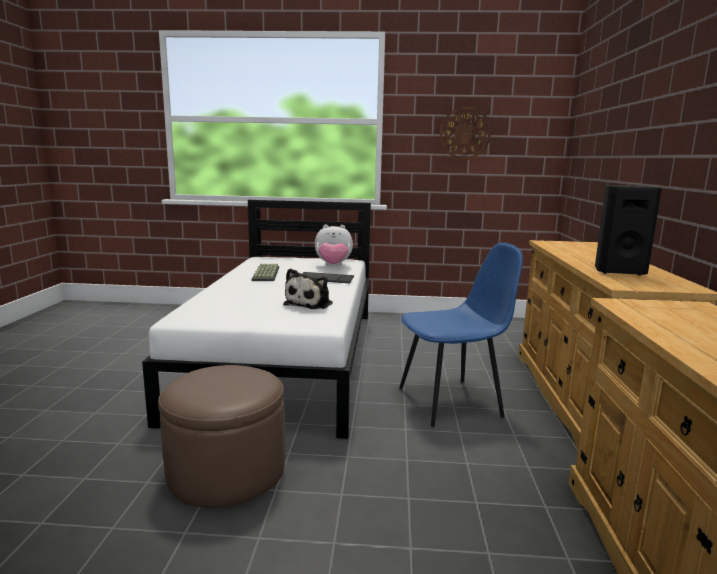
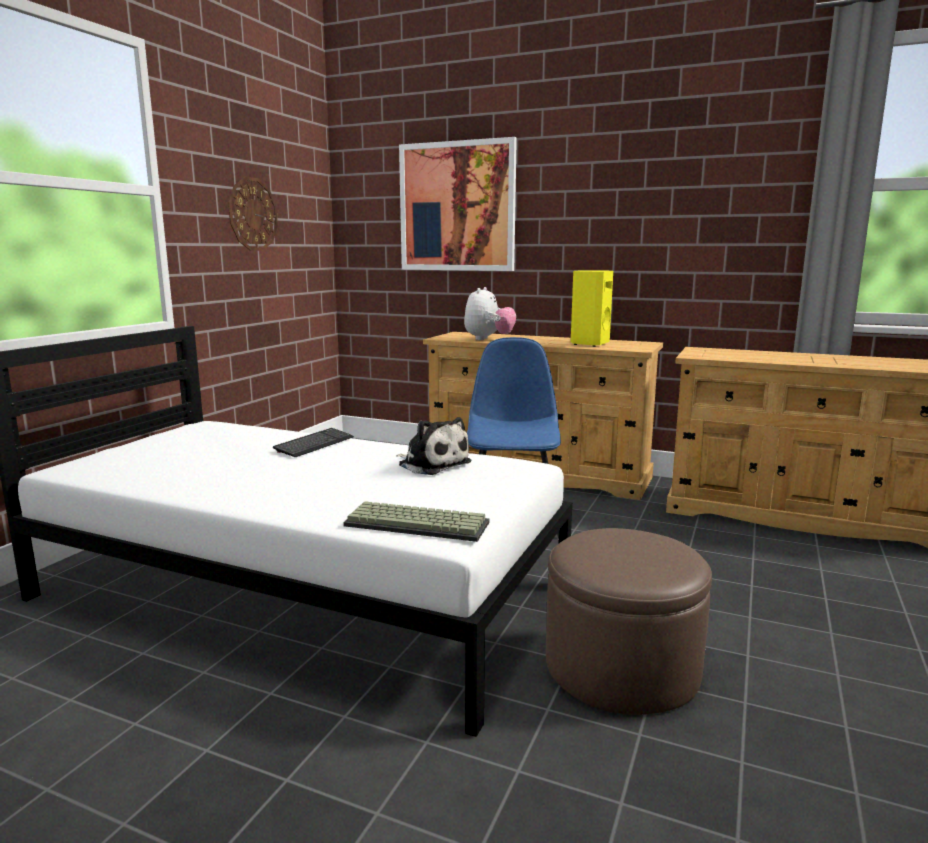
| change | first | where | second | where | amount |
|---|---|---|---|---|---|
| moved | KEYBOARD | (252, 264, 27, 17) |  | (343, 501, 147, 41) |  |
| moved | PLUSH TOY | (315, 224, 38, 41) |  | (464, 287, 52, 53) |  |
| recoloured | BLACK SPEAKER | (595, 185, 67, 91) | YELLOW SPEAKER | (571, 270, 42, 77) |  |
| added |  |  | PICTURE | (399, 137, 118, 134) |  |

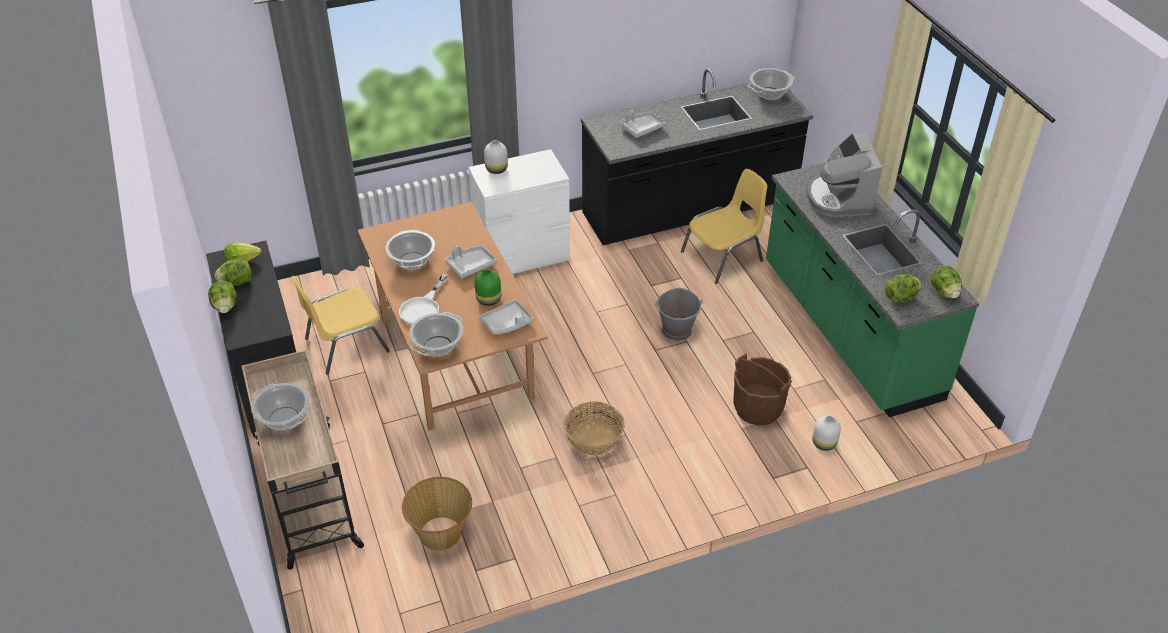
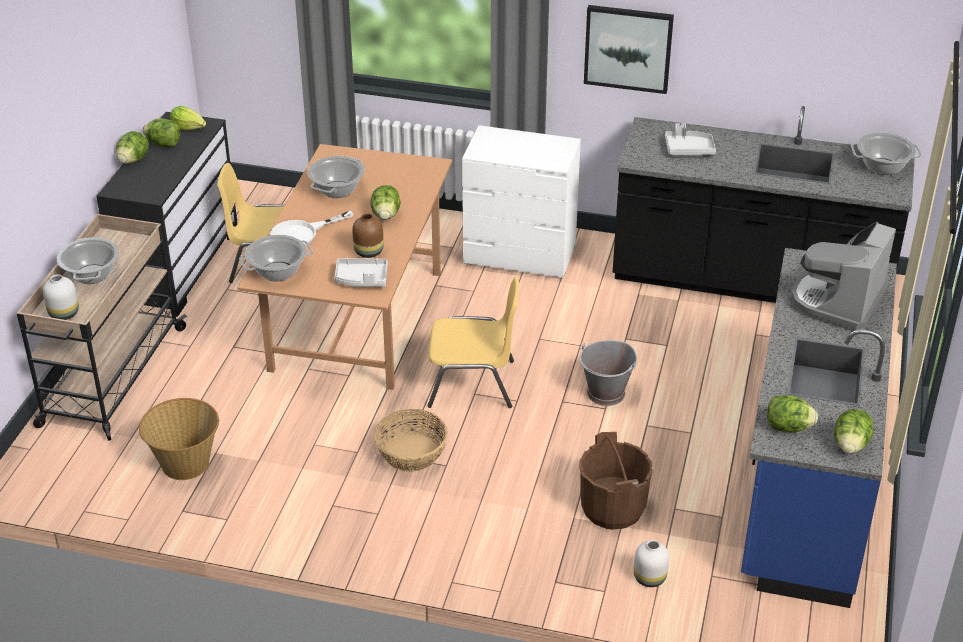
| change | first | where | second | where | amount |
|---|---|---|---|---|---|
| replaced | GREY TRAY | (445, 246, 51, 32) | LETTUCE | (371, 185, 30, 35) |  |
| recoloured | GREEN VASE | (475, 269, 26, 37) | BROWN VASE | (352, 213, 32, 45) |  |
| moved | WHITE VASE | (484, 140, 24, 34) |  | (43, 274, 36, 46) |  |
| moved | YELLOW CHAIR | (681, 169, 86, 115) |  | (427, 277, 92, 131) |  |
| recoloured | GREEN COUNTER | (766, 162, 214, 255) | BLUE COUNTER | (741, 248, 156, 360) |  |
| added |  |  | PICTURE | (584, 5, 90, 89) |  |

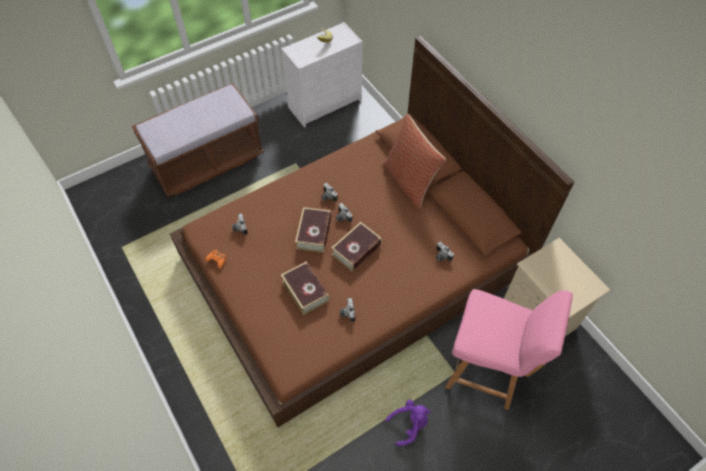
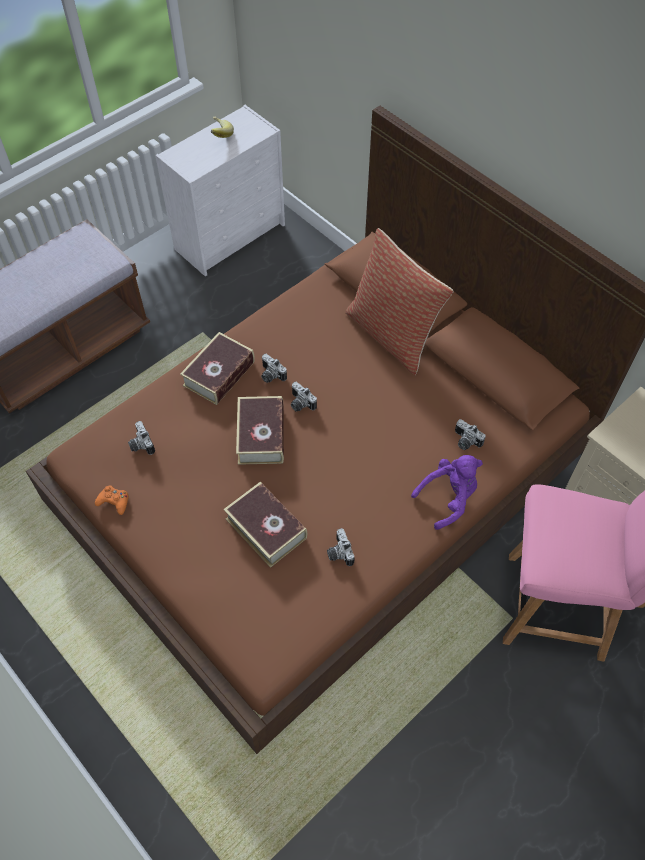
| change | first | where | second | where | amount |
|---|---|---|---|---|---|
| moved | BOOK | (332, 222, 50, 50) |  | (180, 332, 75, 73) |  |
| moved | PURPLE PLUSH TOY | (386, 399, 45, 47) |  | (411, 455, 72, 75) |  |

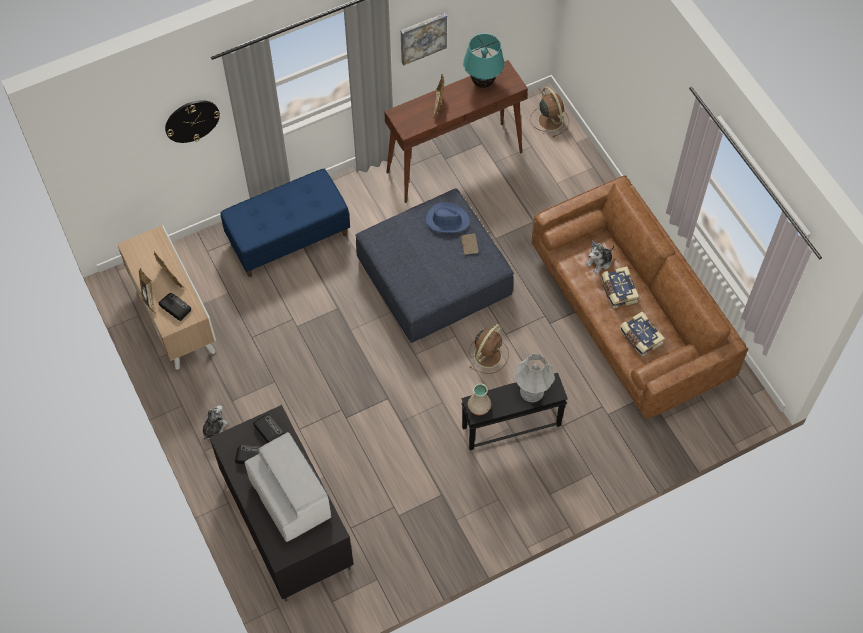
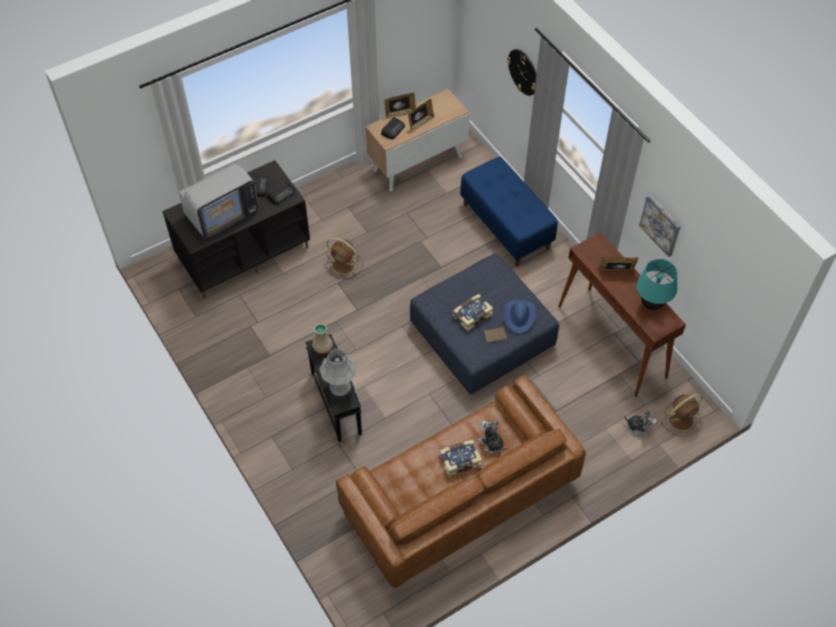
| change | first | where | second | where | amount |
|---|---|---|---|---|---|
| moved | PLUSH TOY | (203, 405, 25, 35) |  | (624, 411, 33, 26) |  |
| moved | BROWN FAN | (469, 324, 40, 50) |  | (326, 238, 37, 42) |  |
| moved | BOOK | (620, 311, 45, 46) |  | (452, 294, 41, 38) |  |

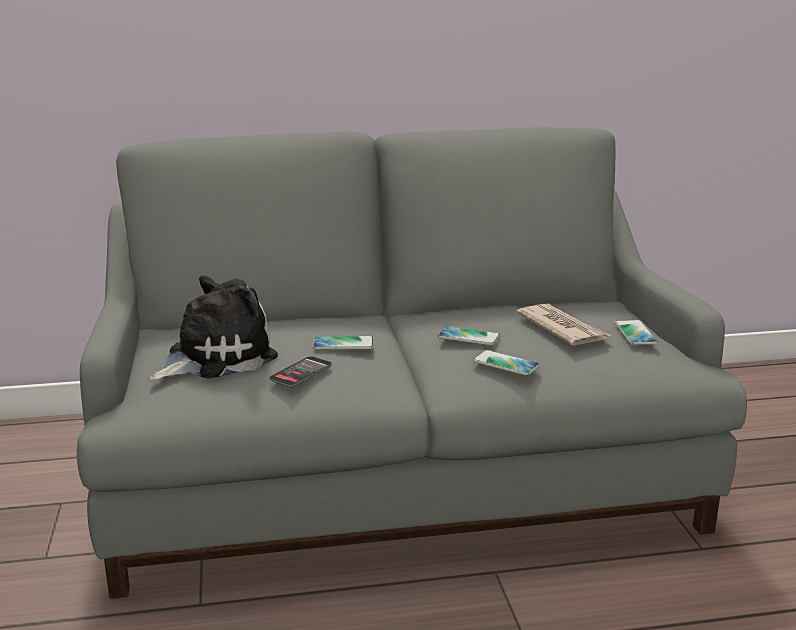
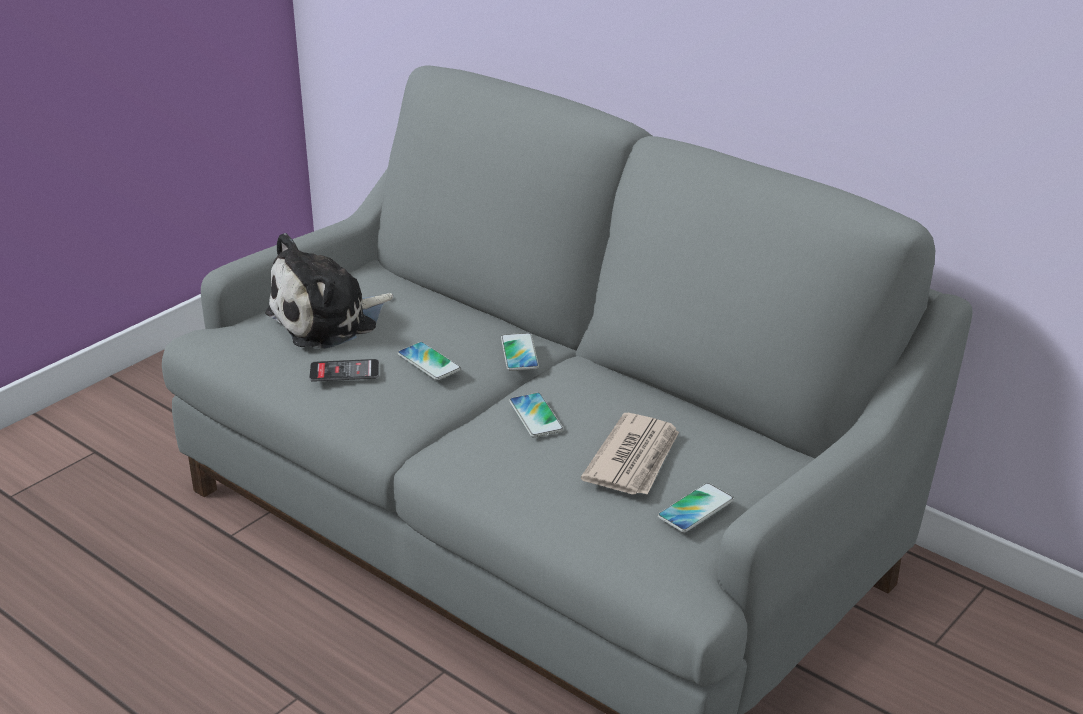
| change | first | where | second | where | amount |
|---|---|---|---|---|---|
| turned | PLUSH TOY | (150, 275, 128, 106) |  | (265, 233, 128, 116) | 135 degrees clockwise |
| moved | PHONE | (473, 350, 67, 26) |  | (501, 333, 38, 38) |  |

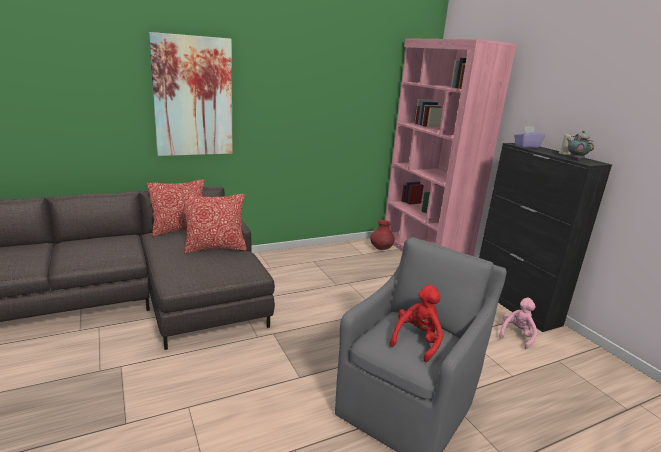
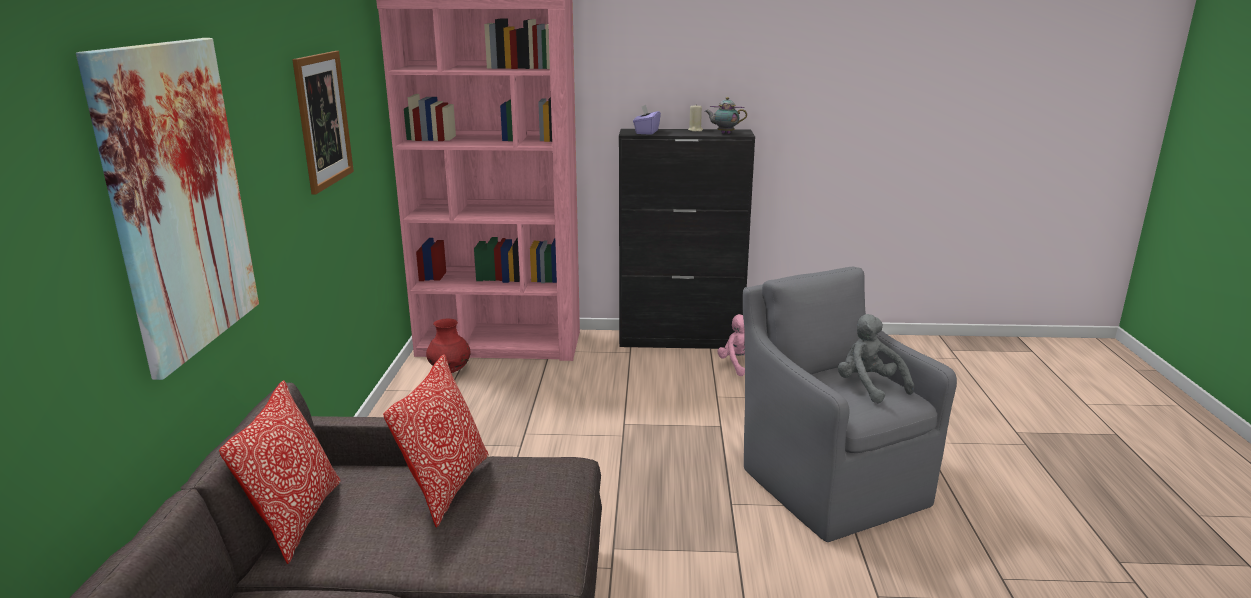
| change | first | where | second | where | amount |
|---|---|---|---|---|---|
| recoloured | RED PLUSH TOY | (389, 285, 54, 77) | GREY PLUSH TOY | (838, 314, 76, 89) |  |
| added |  |  | PICTURE | (292, 51, 62, 144) |  |

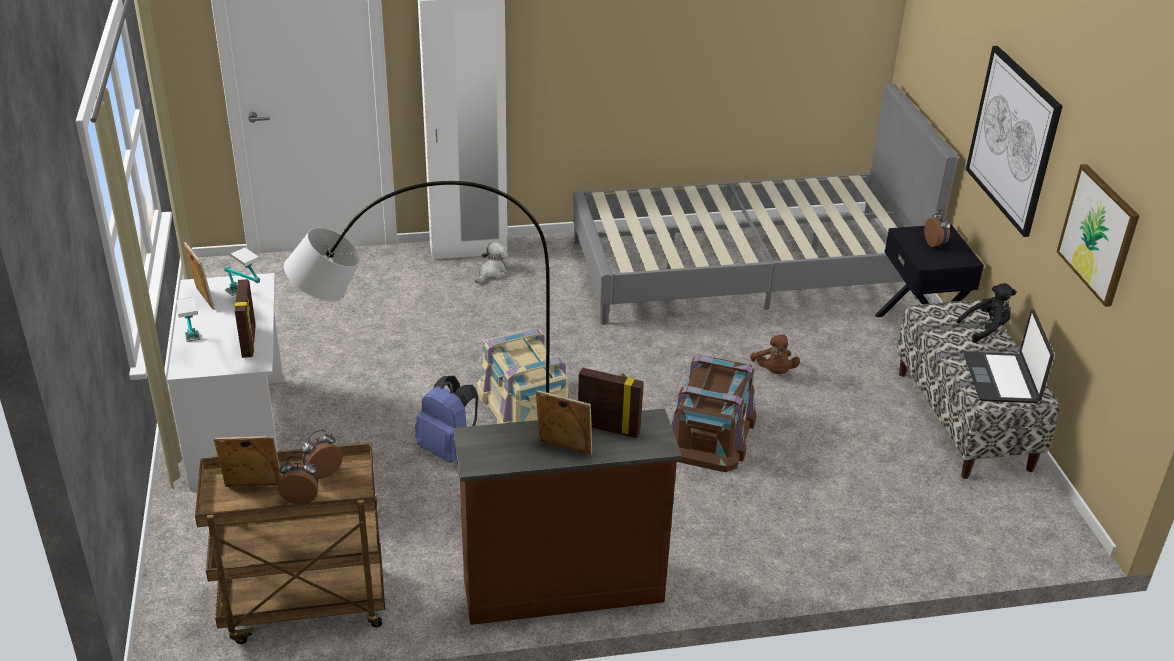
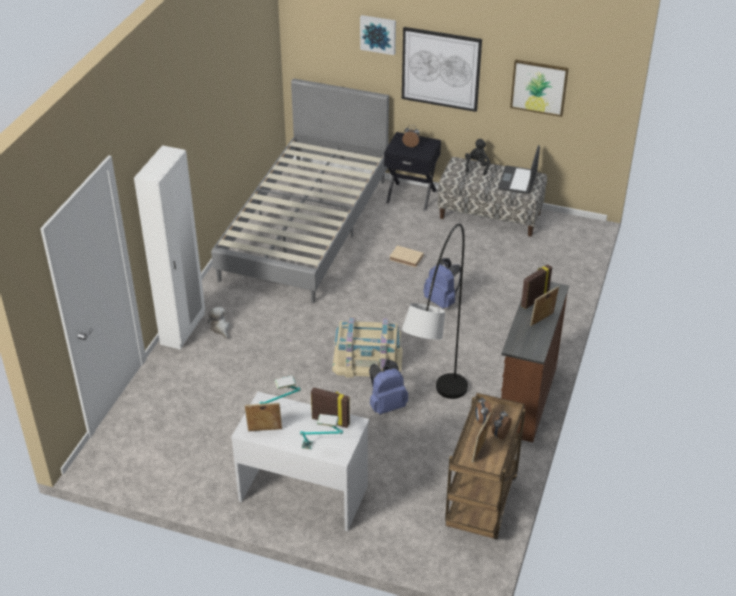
| change | first | where | second | where | amount |
|---|---|---|---|---|---|
| replaced | BROWN STORAGE BOX | (671, 355, 85, 117) | BLUE BACKPACK | (424, 258, 37, 51) |  |
| replaced | BROWN PLUSH TOY | (750, 334, 50, 40) | BEIGE BOOK | (389, 245, 35, 22) |  |
| turned | LAPTOP | (964, 309, 90, 94) |  | (498, 145, 42, 49) | 75 degrees clockwise |
| added |  |  | PICTURE | (360, 15, 36, 40) |  |

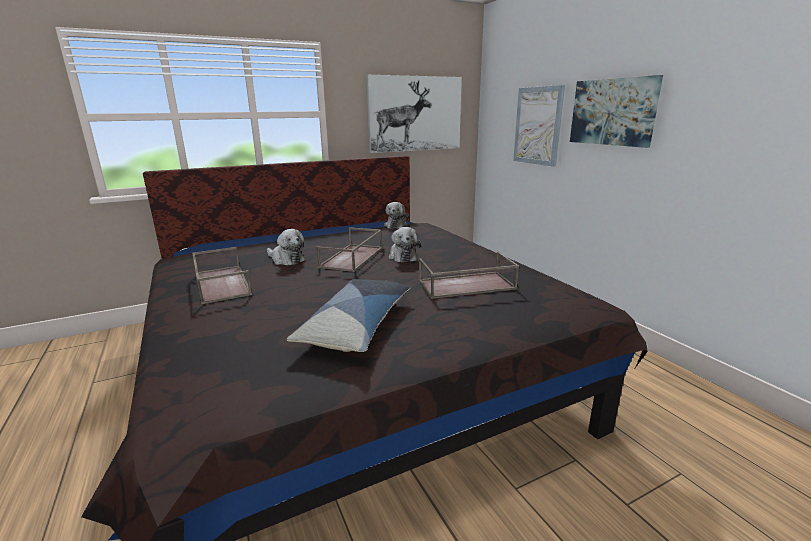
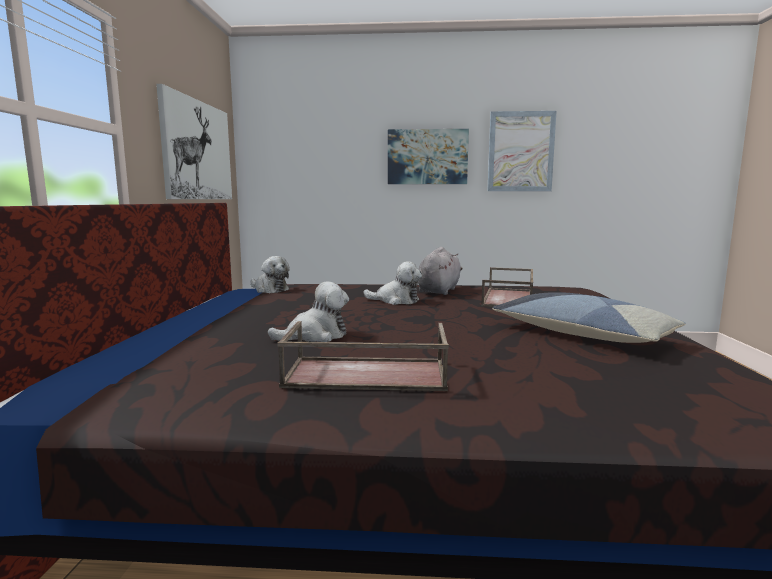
| change | first | where | second | where | amount |
|---|---|---|---|---|---|
| removed | BROWN TRAY | (316, 227, 66, 45) |  |  |  |
| moved | PICTURE | (513, 85, 52, 82) |  | (487, 111, 70, 80) |  |
| added |  |  | GREY PLUSH TOY | (418, 247, 45, 48) |  |

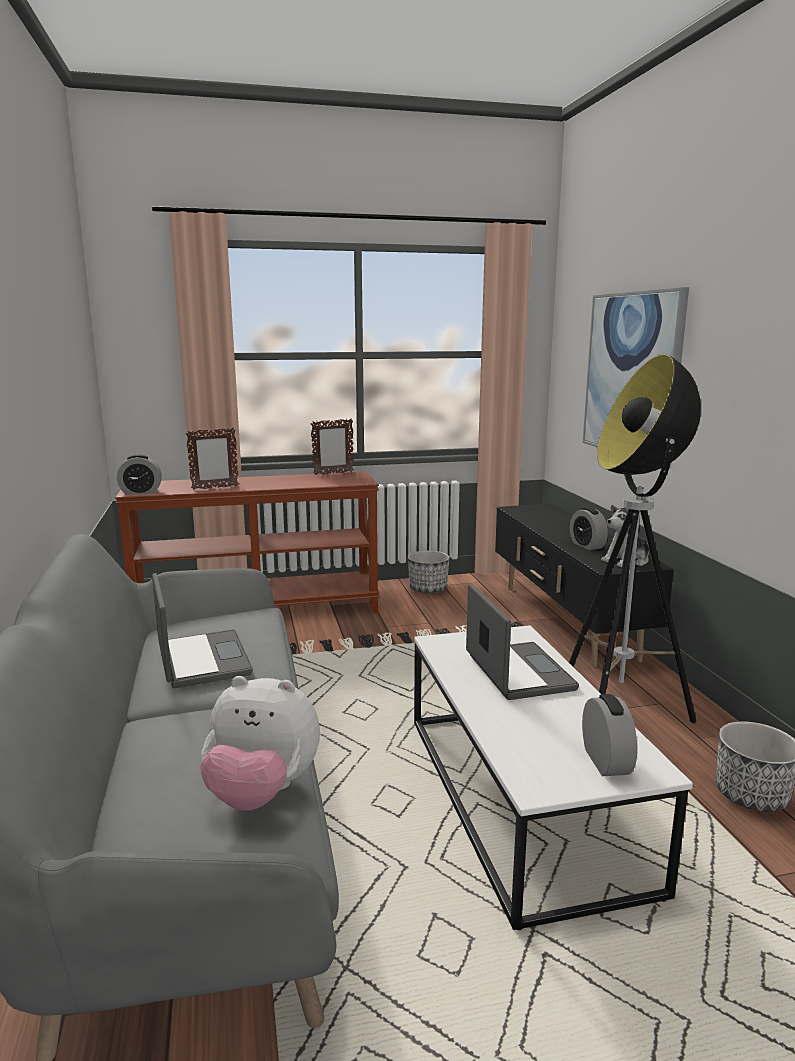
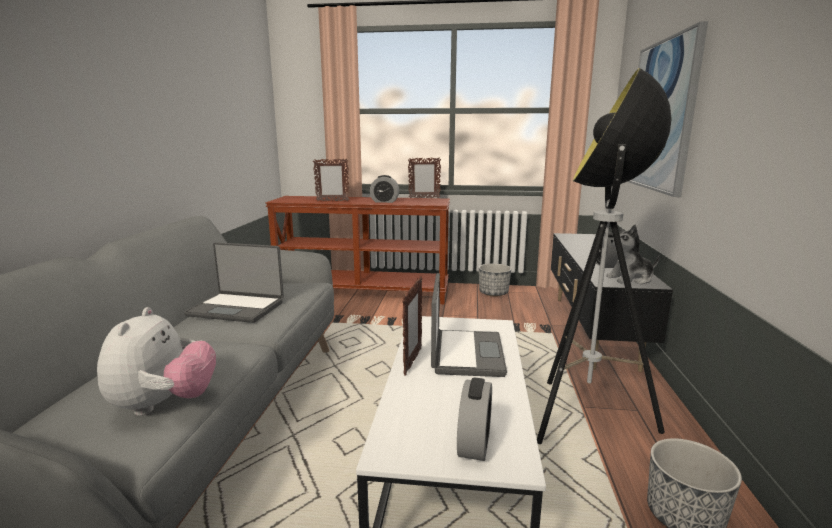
| change | first | where | second | where | amount |
|---|---|---|---|---|---|
| moved | ALARM CLOCK | (117, 455, 45, 40) |  | (370, 175, 29, 28) |  |
| turned | LAPTOP | (152, 573, 101, 115) |  | (184, 242, 100, 81) | 105 degrees clockwise |
| turned | PLUSH TOY | (200, 676, 120, 135) |  | (97, 307, 119, 109) | 120 degrees counterclockwise |
| added |  |  | PICTURE FRAME | (402, 276, 20, 100) |  |

